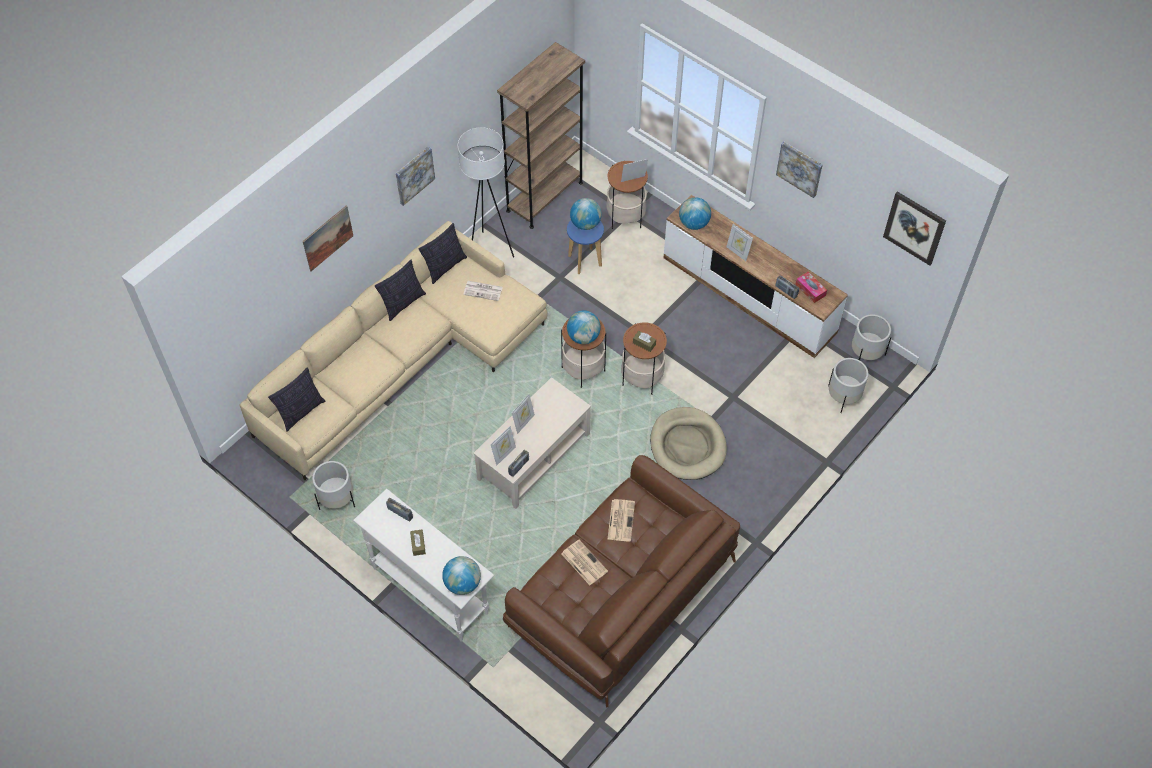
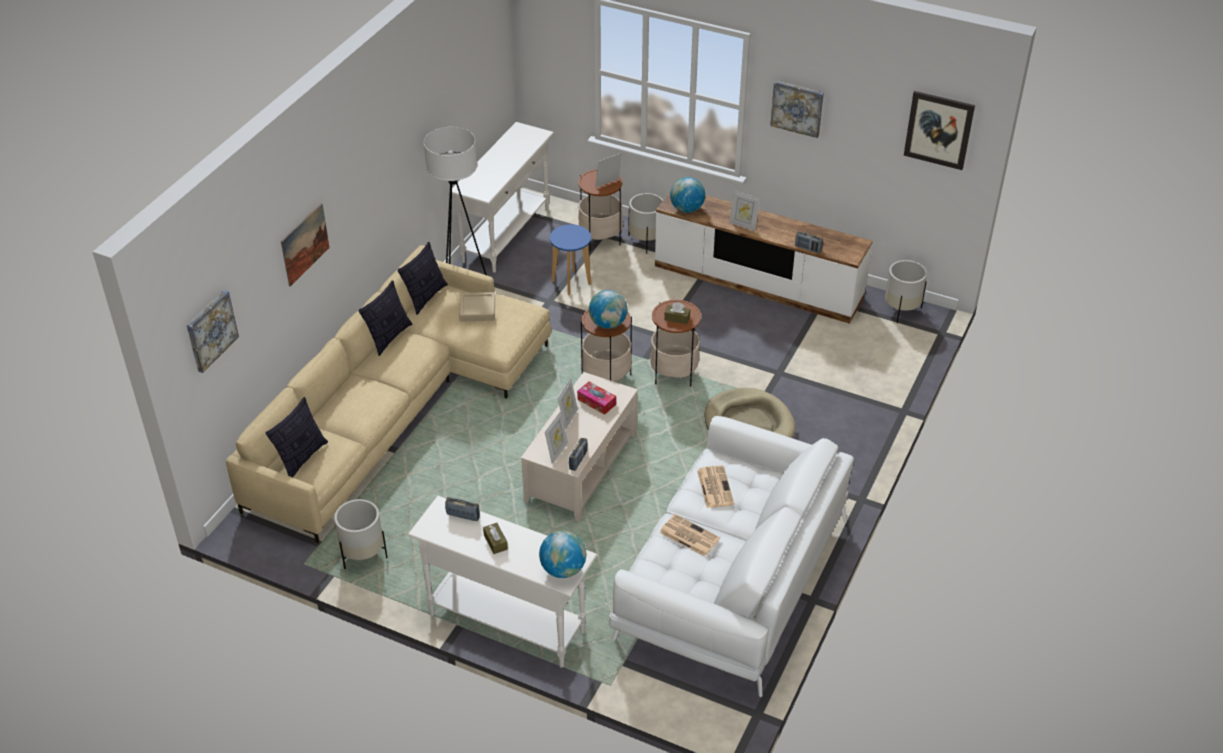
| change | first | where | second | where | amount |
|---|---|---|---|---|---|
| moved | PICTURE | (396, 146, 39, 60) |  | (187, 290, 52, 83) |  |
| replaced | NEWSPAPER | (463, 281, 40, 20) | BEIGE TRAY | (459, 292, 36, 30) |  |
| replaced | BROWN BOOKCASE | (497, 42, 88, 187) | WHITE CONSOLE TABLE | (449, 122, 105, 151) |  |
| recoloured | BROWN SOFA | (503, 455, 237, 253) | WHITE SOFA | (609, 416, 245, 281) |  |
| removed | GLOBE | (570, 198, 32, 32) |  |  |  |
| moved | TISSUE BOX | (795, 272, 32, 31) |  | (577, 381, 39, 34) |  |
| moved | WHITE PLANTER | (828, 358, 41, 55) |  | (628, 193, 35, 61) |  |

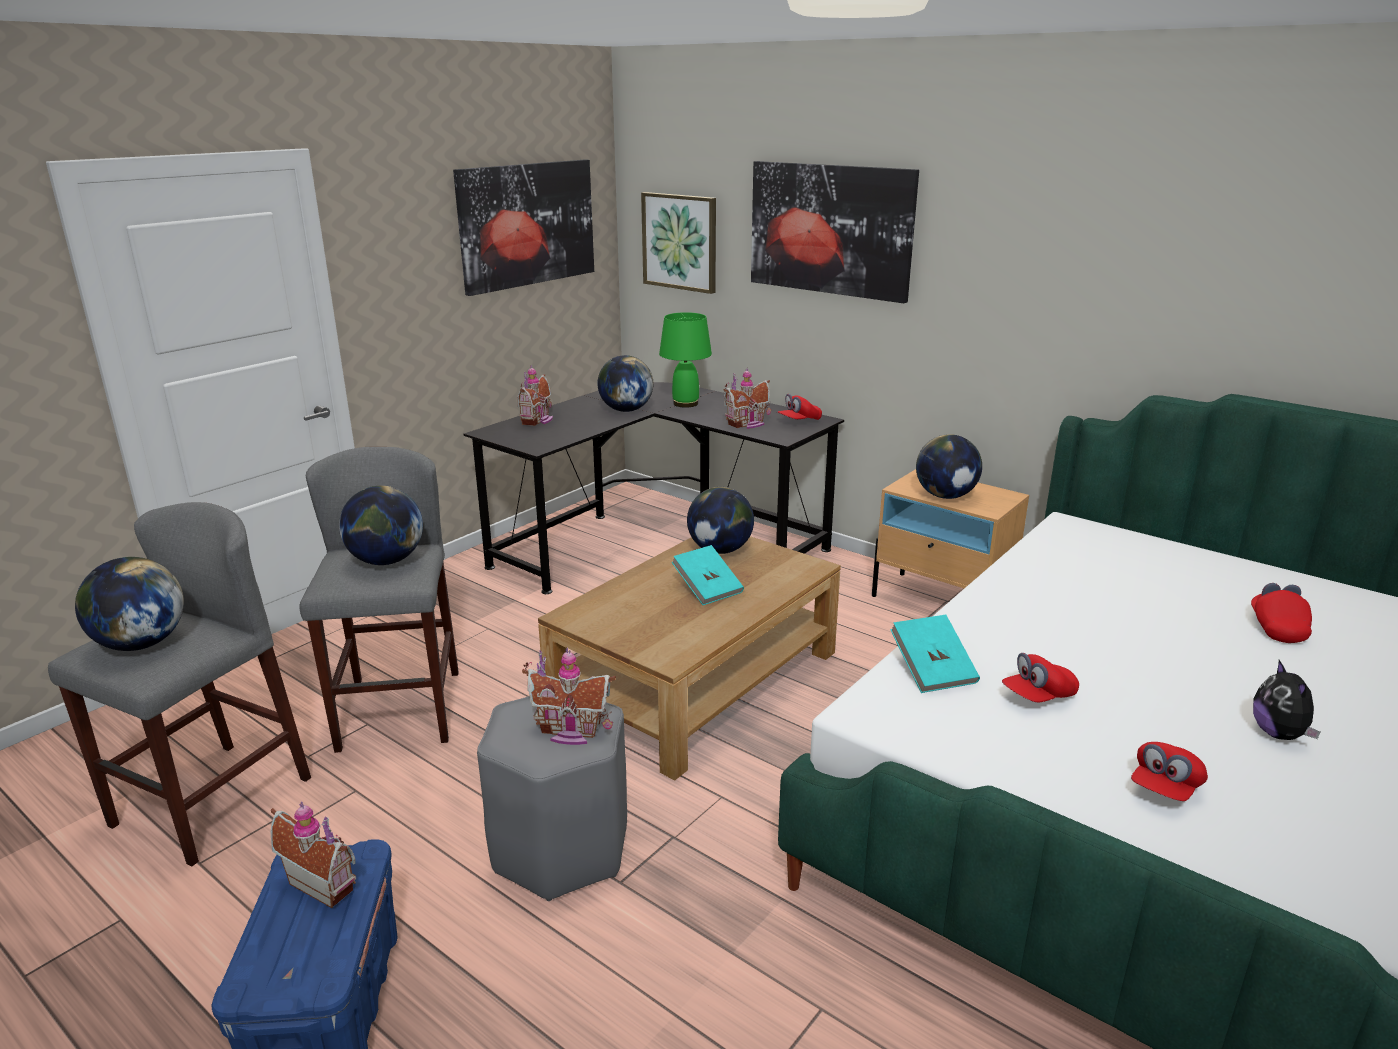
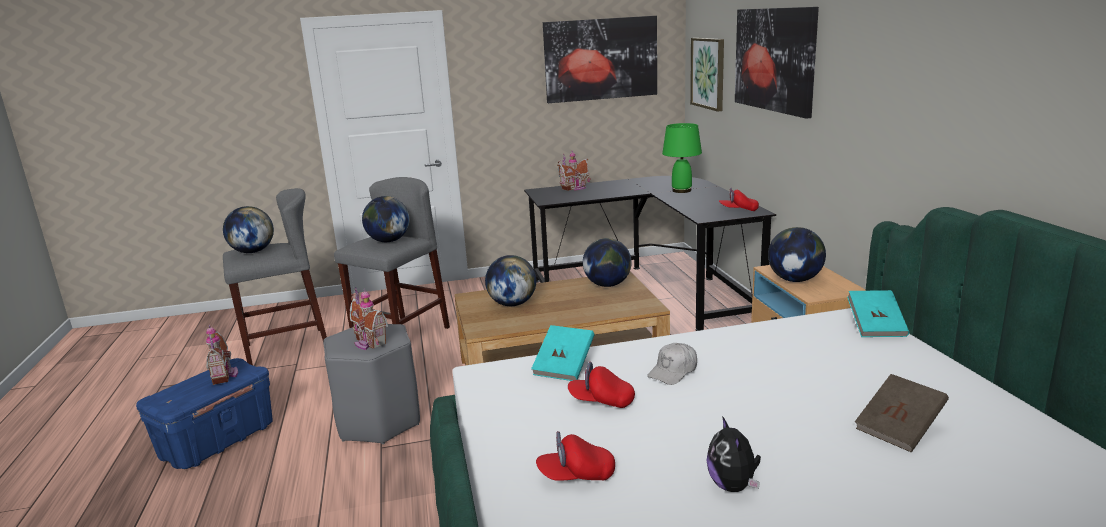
| change | first | where | second | where | amount |
|---|---|---|---|---|---|
| moved | GLOBE | (597, 355, 57, 57) |  | (485, 255, 51, 51) |  |
| moved | TURQUOISE BOOK | (672, 545, 72, 60) |  | (847, 290, 62, 47) |  |
| removed | TOY HOUSE | (724, 368, 48, 61) |  |  |  |
| replaced | RED CAP | (1251, 583, 61, 60) | BROWN BOOK | (855, 374, 94, 78) |  |
| turned | PLUSH TOY | (1253, 660, 68, 80) |  | (706, 416, 55, 76) | 45 degrees counterclockwise |
| added |  |  | WHITE CAP | (647, 343, 50, 42) |  |

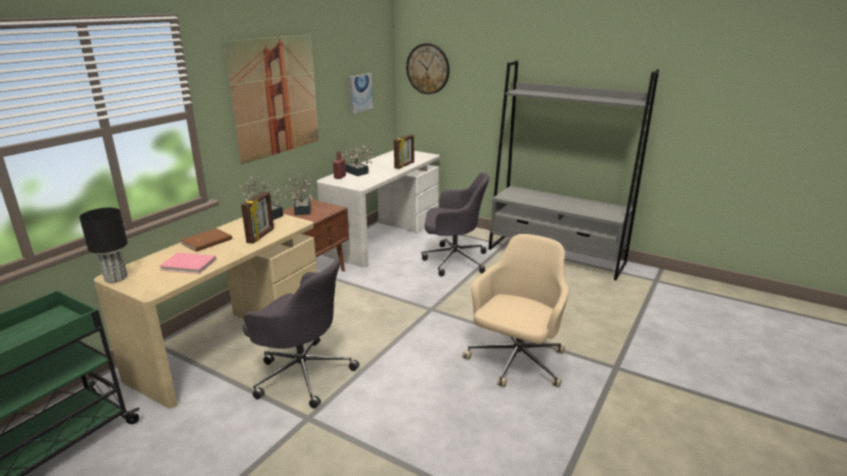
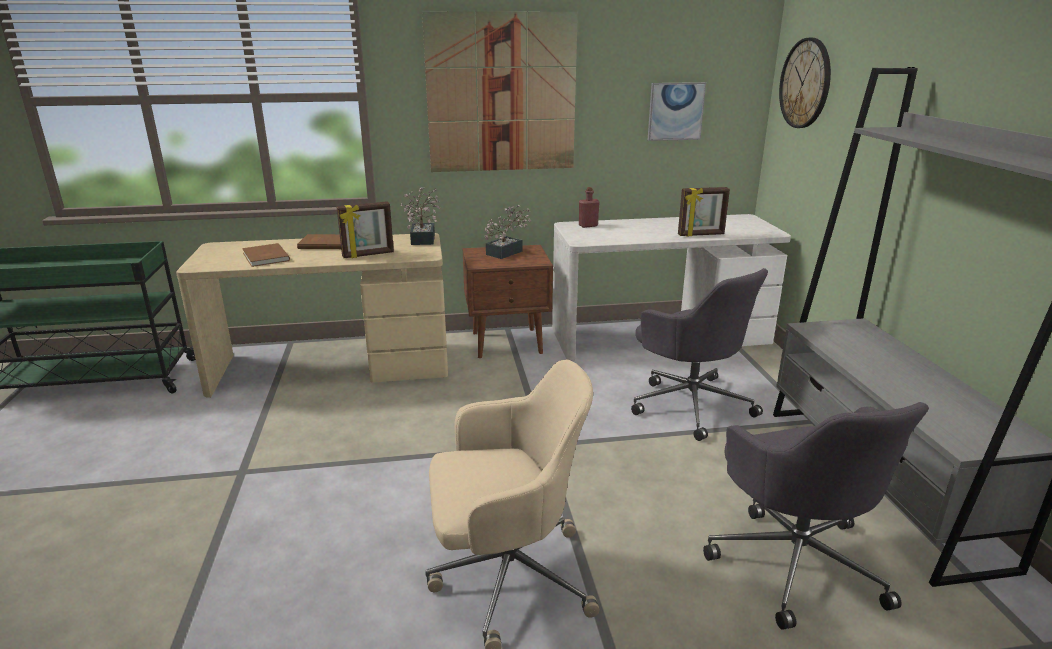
| change | first | where | second | where | amount |
|---|---|---|---|---|---|
| removed | BLACK TABLE LAMP | (79, 208, 49, 75) |  |  |  |
| recoloured | PINK BOOK | (159, 253, 58, 21) | BROWN BOOK | (242, 243, 48, 24) |  |
| moved | GREY OFFICE CHAIR | (242, 259, 117, 150) |  | (703, 402, 226, 228) |  |
| removed | POTTED PLANT | (341, 145, 33, 31) |  |  |  |

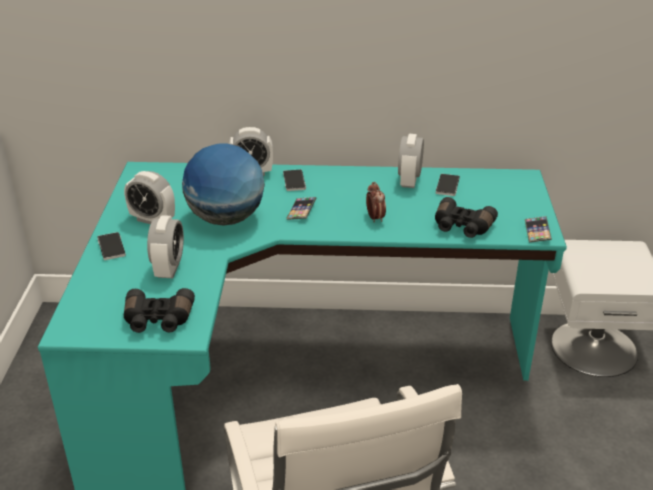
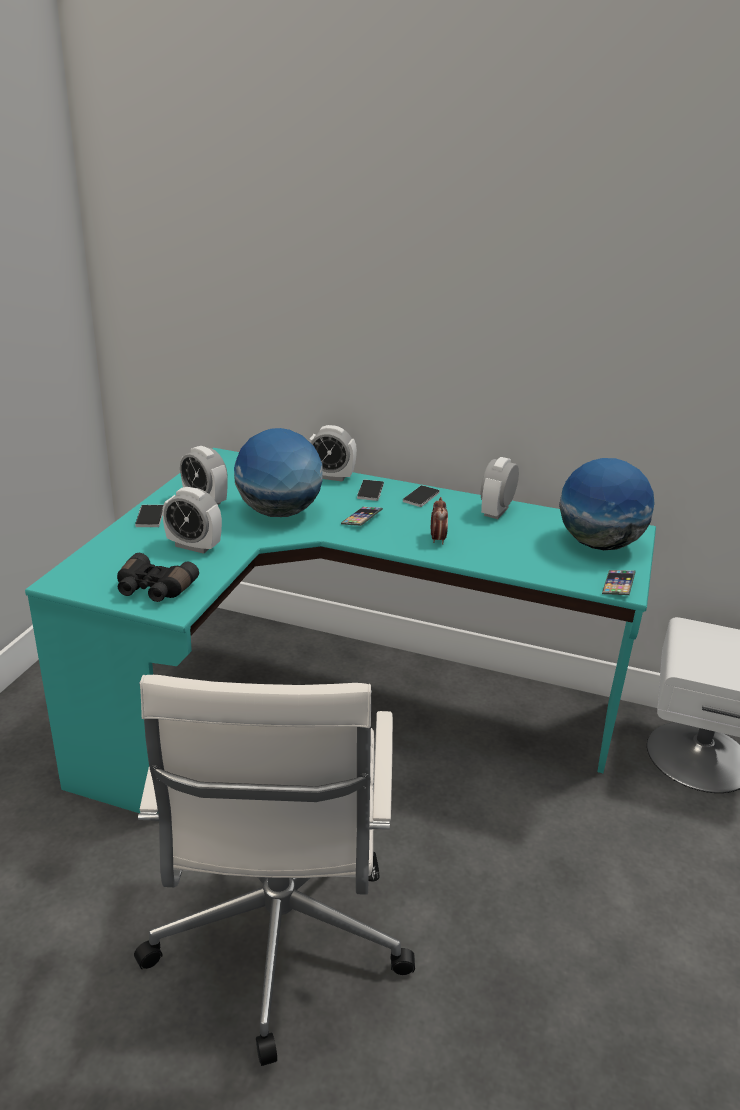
| change | first | where | second | where | amount |
|---|---|---|---|---|---|
| turned | ALARM CLOCK | (147, 215, 37, 63) |  | (162, 487, 60, 67) | 90 degrees clockwise |
| removed | BLACK BINOCULARS | (435, 197, 63, 41) |  |  |  |
| moved | PHONE | (436, 174, 24, 22) |  | (403, 485, 37, 22) |  |
| added |  |  | GLOBE | (559, 458, 96, 92) |  |

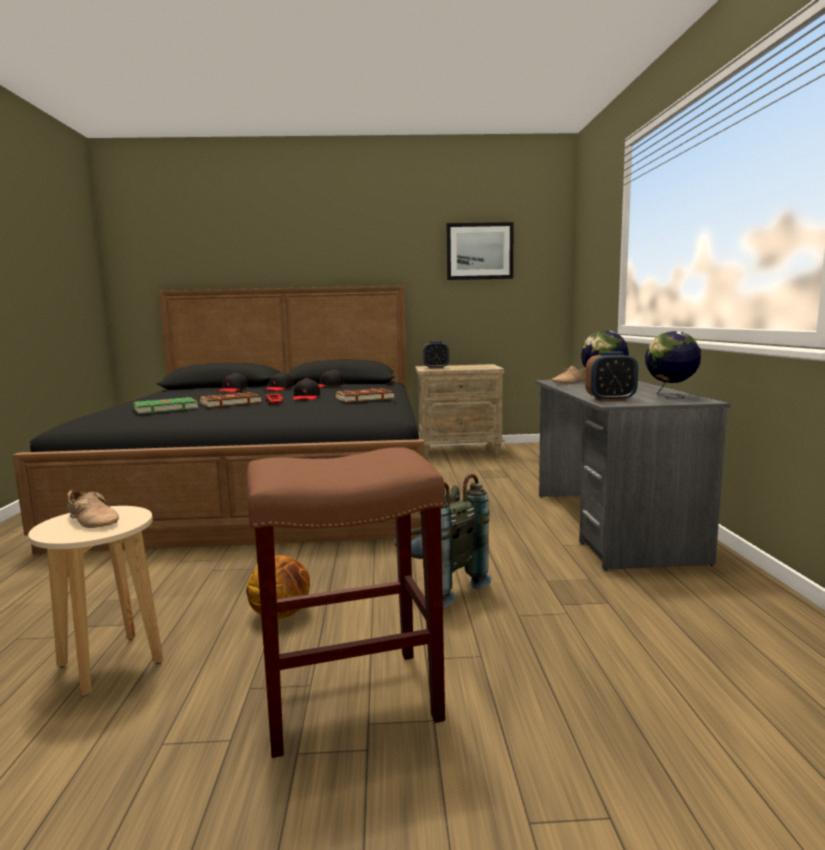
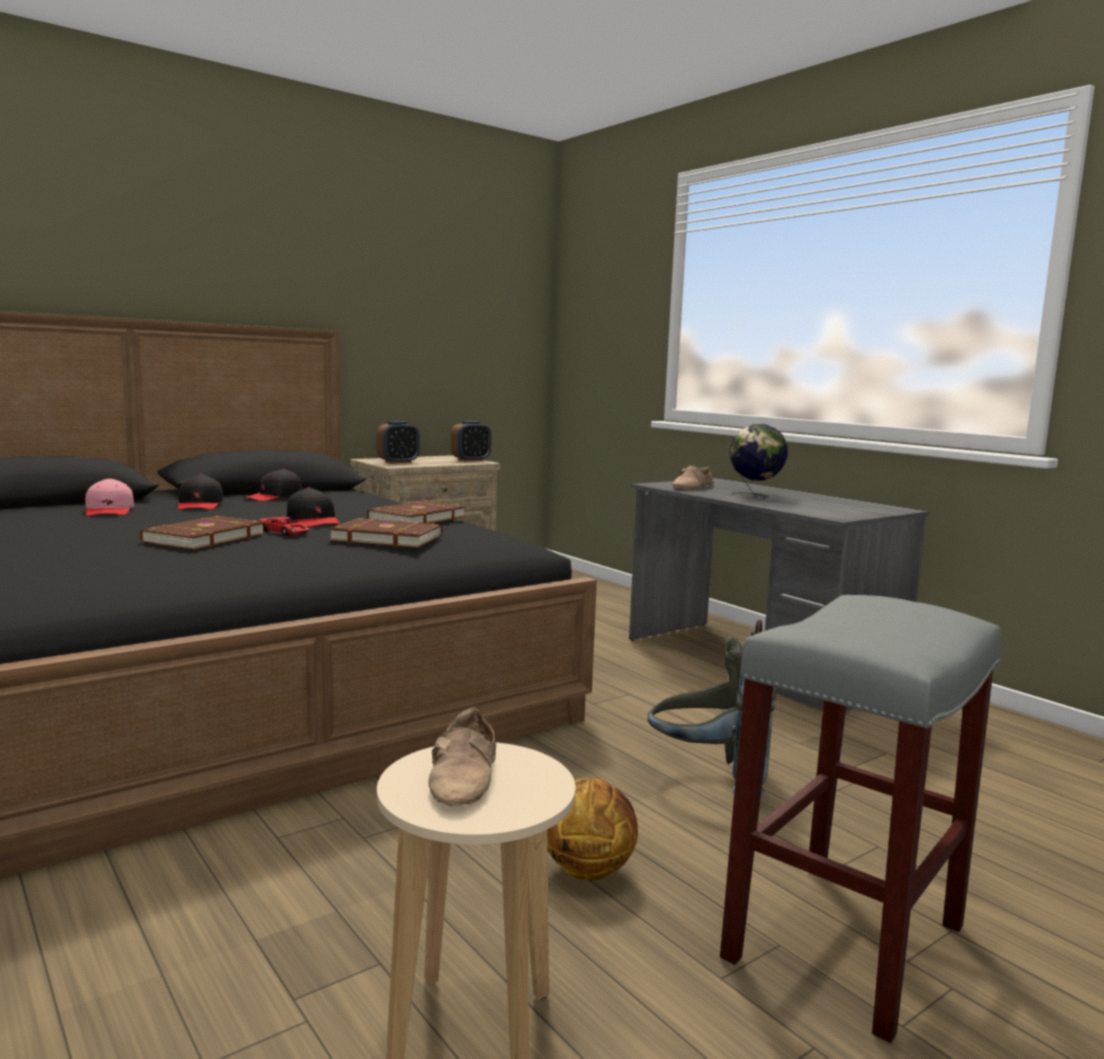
| change | first | where | second | where | amount |
|---|---|---|---|---|---|
| turned | BEIGE SHOE | (67, 489, 52, 39) |  | (428, 706, 68, 101) | 90 degrees clockwise |
| removed | GREEN BOOK | (133, 397, 65, 17) |  |  |  |
| recoloured | BLACK CAP | (217, 373, 31, 19) | PINK CAP | (85, 478, 49, 38) |  |
| recoloured | BROWN STOOL | (247, 447, 198, 311) | GREY STOOL | (720, 595, 281, 448) |  |
| removed | PICTURE | (447, 222, 67, 58) |  |  |  |
| moved | ALARM CLOCK | (585, 351, 53, 50) |  | (451, 421, 40, 41) |  |
| removed | GLOBE | (645, 331, 56, 68) |  |  |  |
| added |  |  | BROWN BOOK | (329, 518, 113, 30) |  |

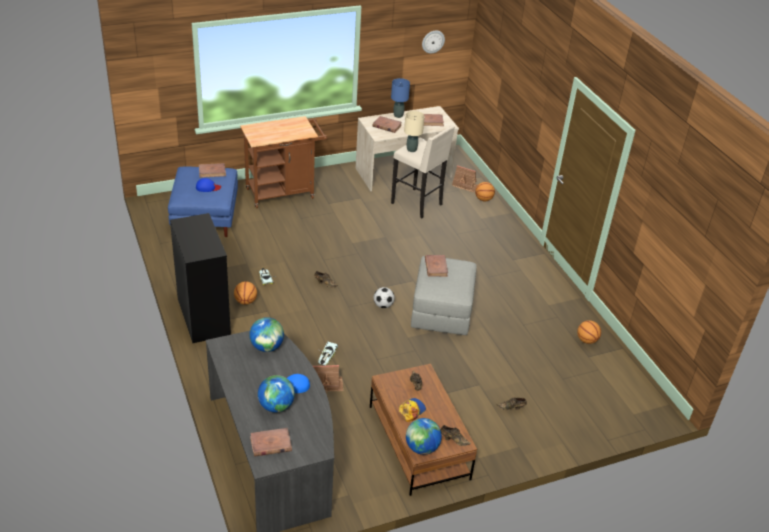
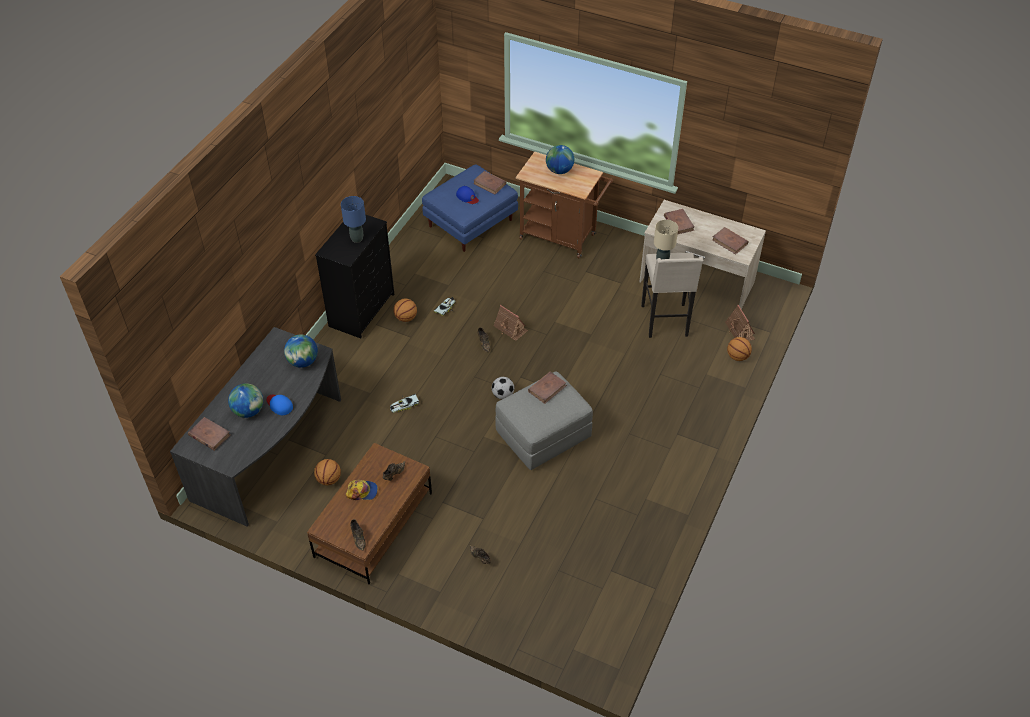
| change | first | where | second | where | amount |
|---|---|---|---|---|---|
| moved | TOY HOUSE | (313, 365, 30, 26) |  | (494, 305, 34, 36) |  |
| moved | BLUE TABLE LAMP | (391, 78, 19, 40) |  | (341, 196, 25, 47) |  |
| moved | GLOBE | (406, 418, 36, 37) |  | (546, 145, 28, 29) |  |
| removed | WALL CLOCK | (422, 31, 23, 22) |  |  |  |
| moved | BASKETBALL | (577, 320, 24, 24) |  | (314, 459, 27, 27) |  |

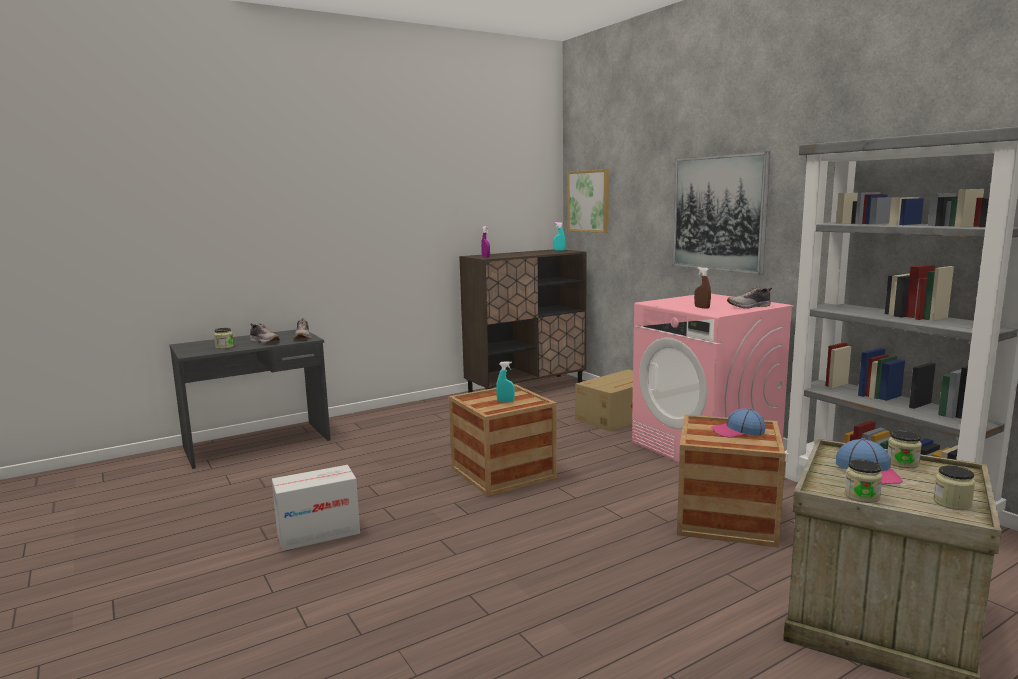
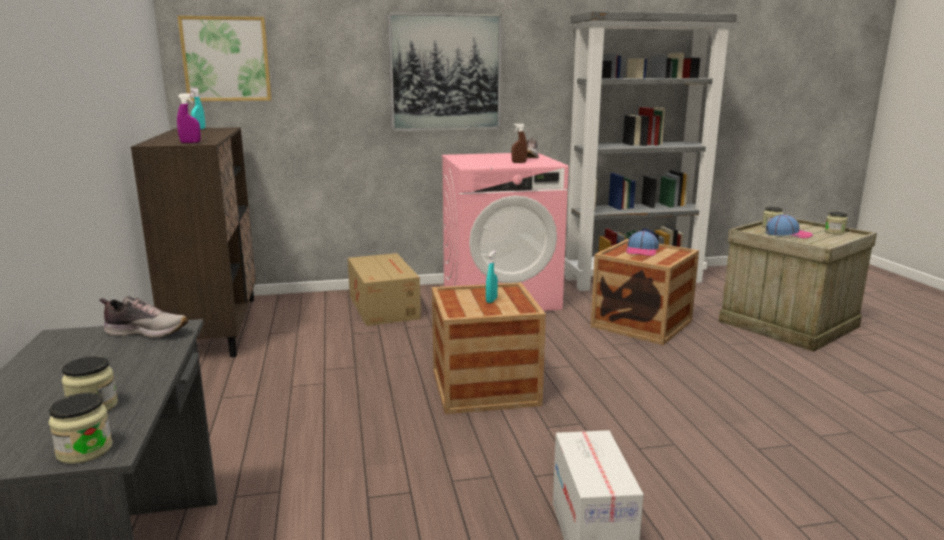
| change | first | where | second | where | amount |
|---|---|---|---|---|---|
| removed | SHOE | (250, 323, 30, 20) |  |  |  |
| moved | JAR | (845, 460, 37, 43) |  | (48, 393, 65, 71) |  |

